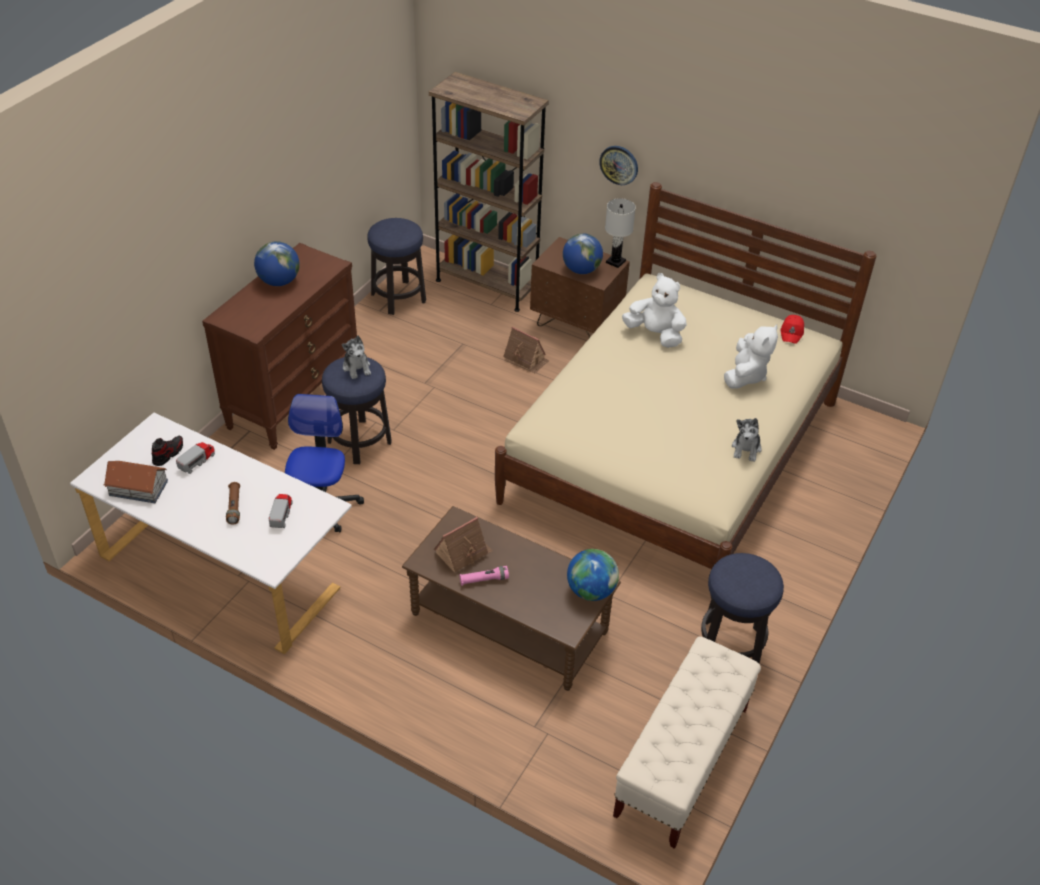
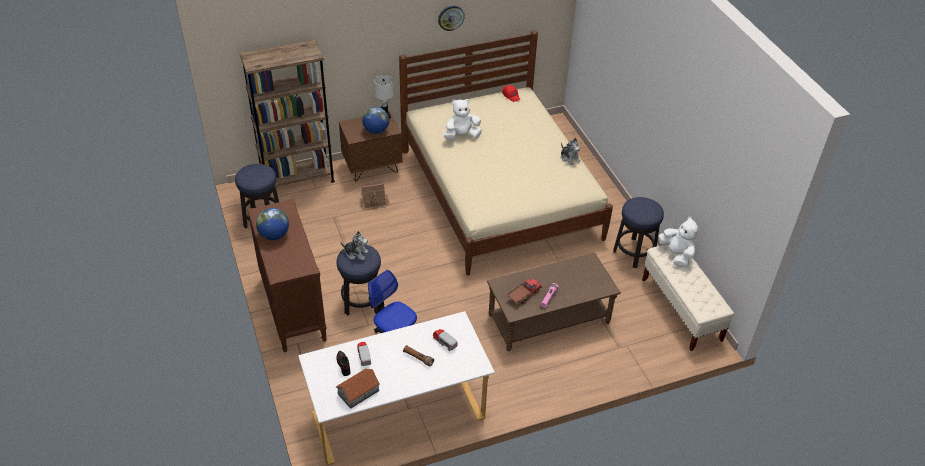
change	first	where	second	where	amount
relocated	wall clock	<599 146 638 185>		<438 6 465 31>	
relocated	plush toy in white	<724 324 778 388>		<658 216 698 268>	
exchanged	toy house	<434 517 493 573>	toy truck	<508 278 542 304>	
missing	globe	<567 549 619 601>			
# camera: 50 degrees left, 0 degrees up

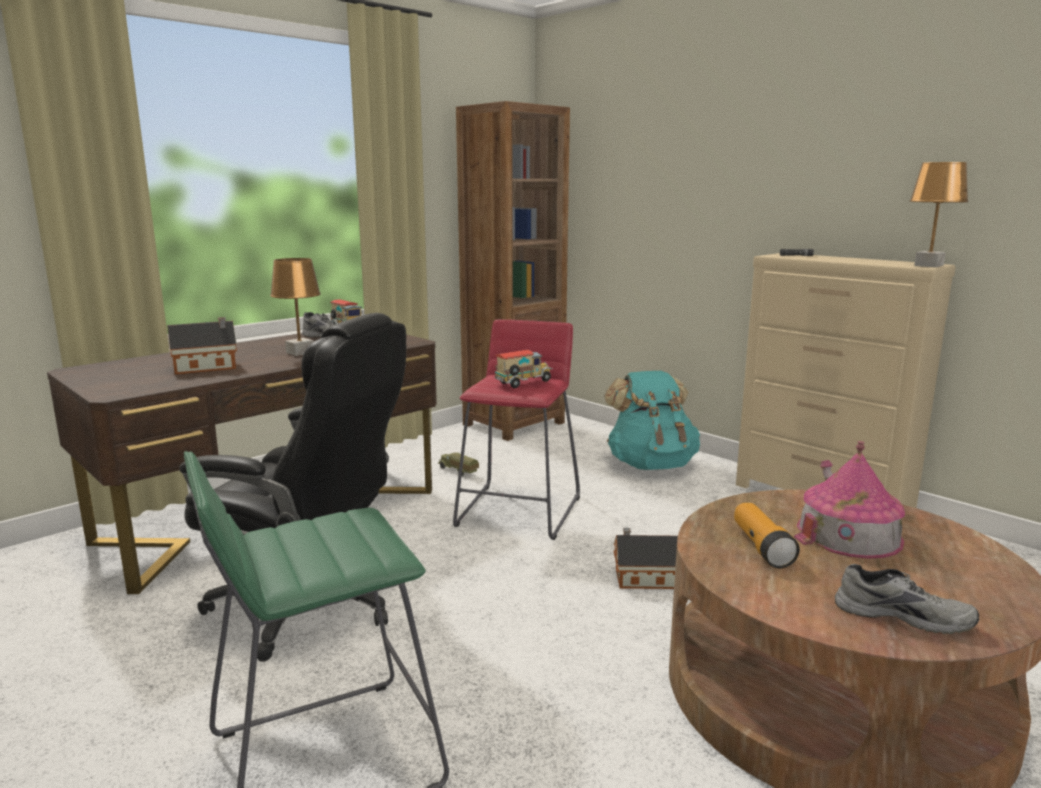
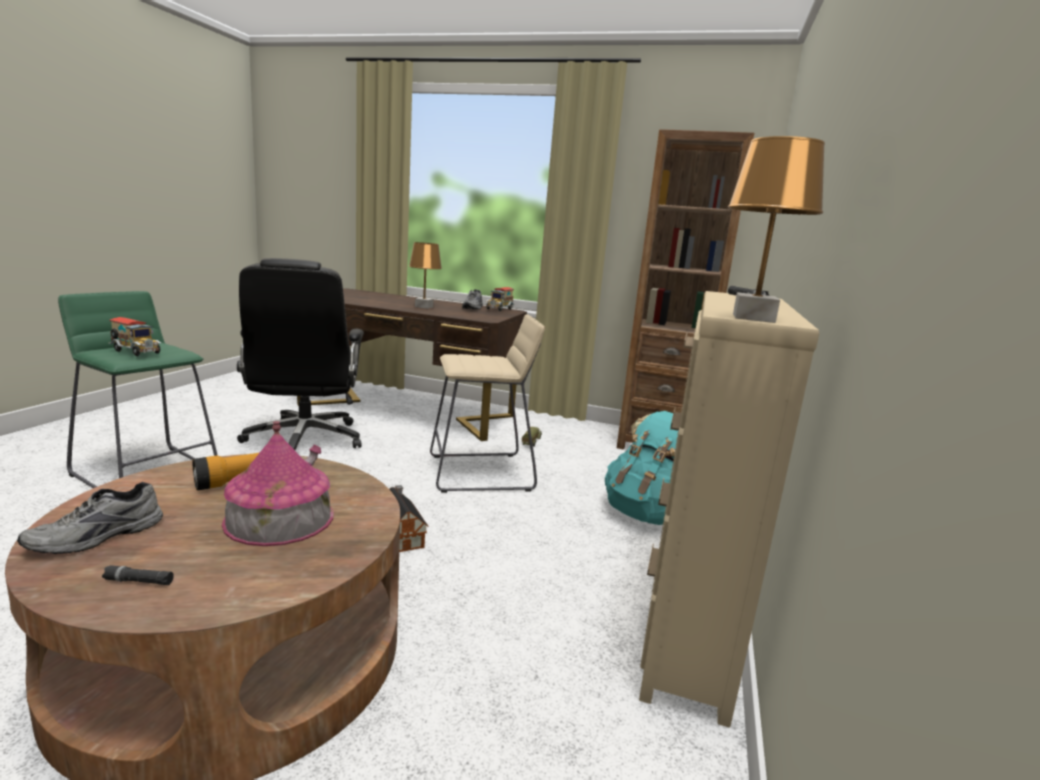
change	first	where	second	where	amount
missing	toy house	<167 317 237 374>			
colour	stool in red	<453 319 580 540>	stool in beige	<430 314 545 493>	
relocated	toy truck	<494 350 553 388>		<108 317 161 356>	
spun	shoe in grey	<835 564 979 634>		<17 482 163 554>	45 degrees clockwise
appeared			flashlight in black	<102 565 174 585>	
# camera: 60 degrees right, 0 degrees up

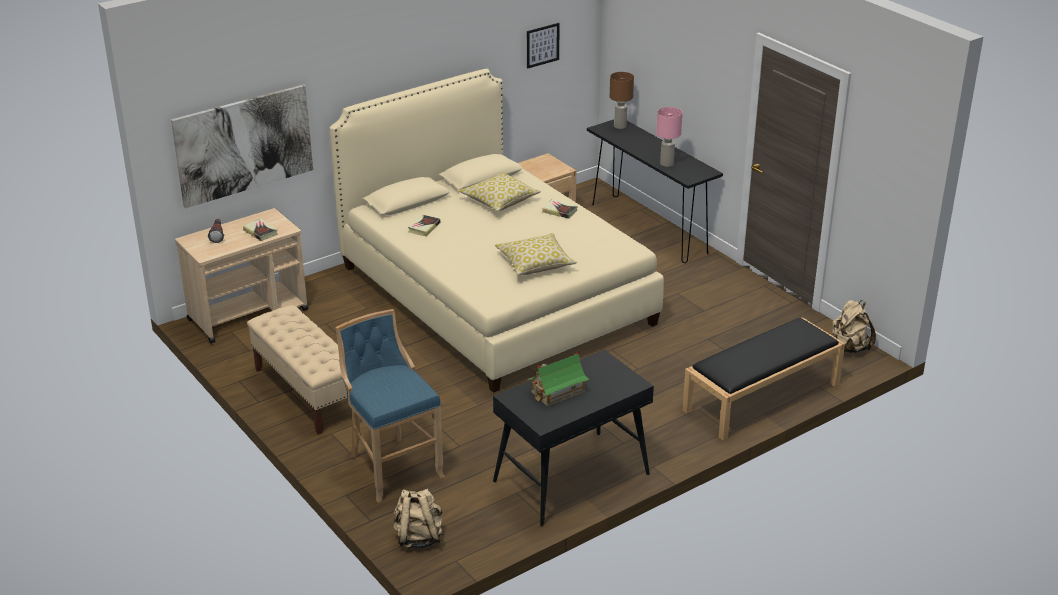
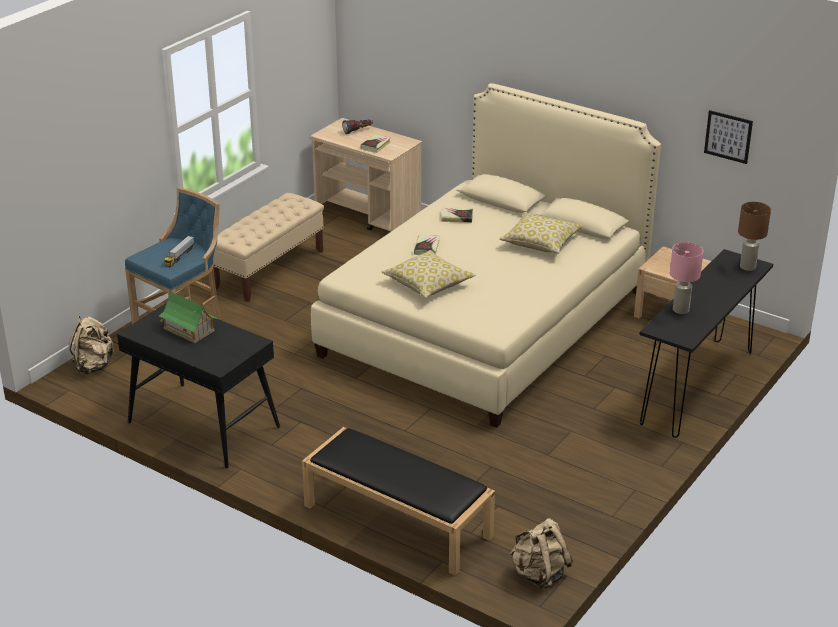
change	first	where	second	where	amount
missing	picture	<171 84 313 208>			
relocated	book	<542 199 578 219>		<414 235 440 255>	
appeared			toy truck	<164 236 194 267>	
# camera: 70 degrees right, 0 degrees up

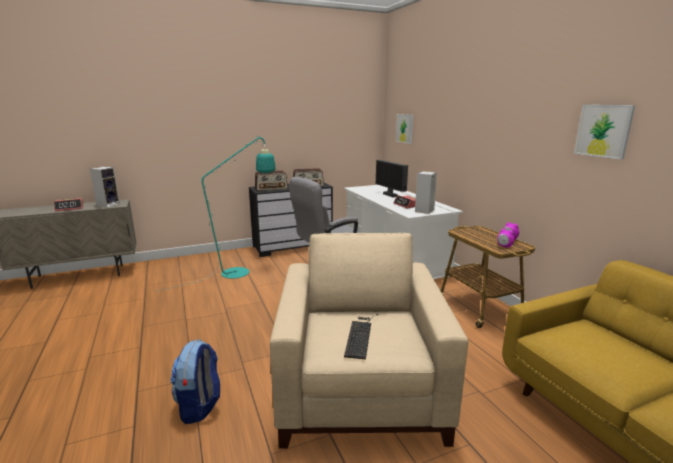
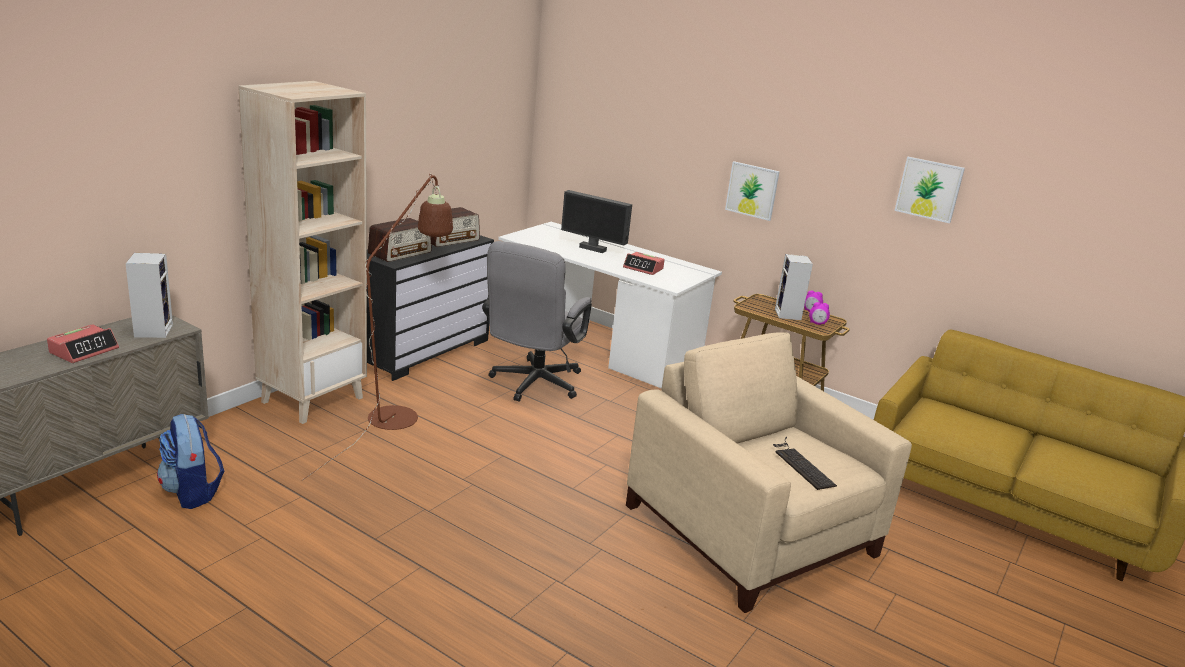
change	first	where	second	where	amount
relocated	picture	<396 114 413 144>		<725 161 780 221>	
colour	floor lamp in turquoise	<155 136 276 292>	floor lamp in brown	<302 173 453 481>	
relocated	speaker	<415 171 437 214>		<775 254 813 320>	
relocated	backpack	<171 339 220 424>		<157 414 224 509>	
appeared			bookcase in beige	<238 81 367 424>	
# camera: 35 degrees left, 5 degrees up

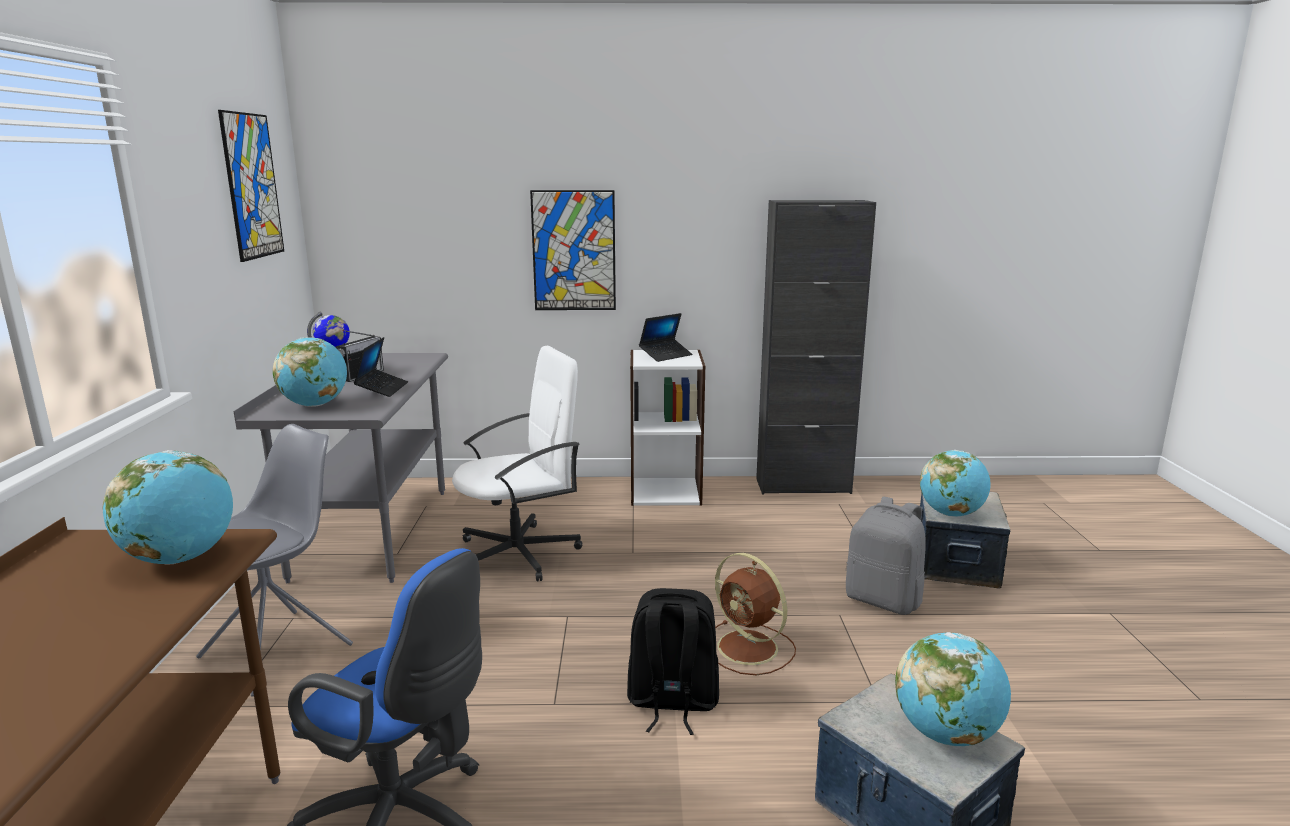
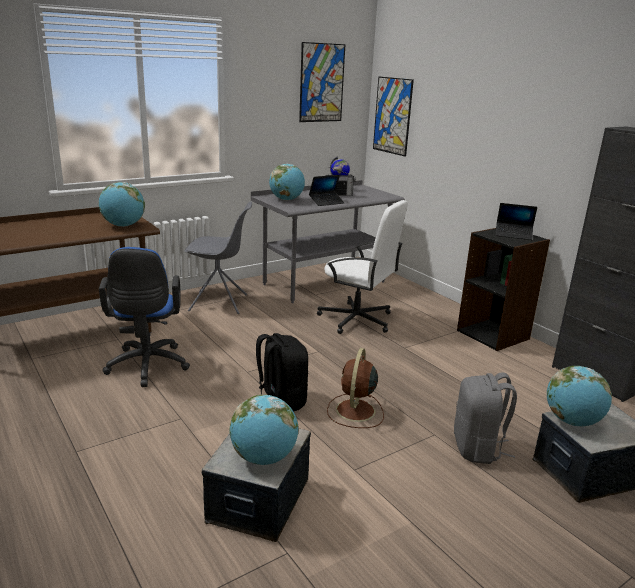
change	first	where	second	where	amount
relocated	picture	<530 190 616 310>		<373 76 414 157>	
colour	bookcase in white	<630 350 705 506>	bookcase in black	<457 228 550 351>	
# camera: 55 degrees right, 5 degrees up

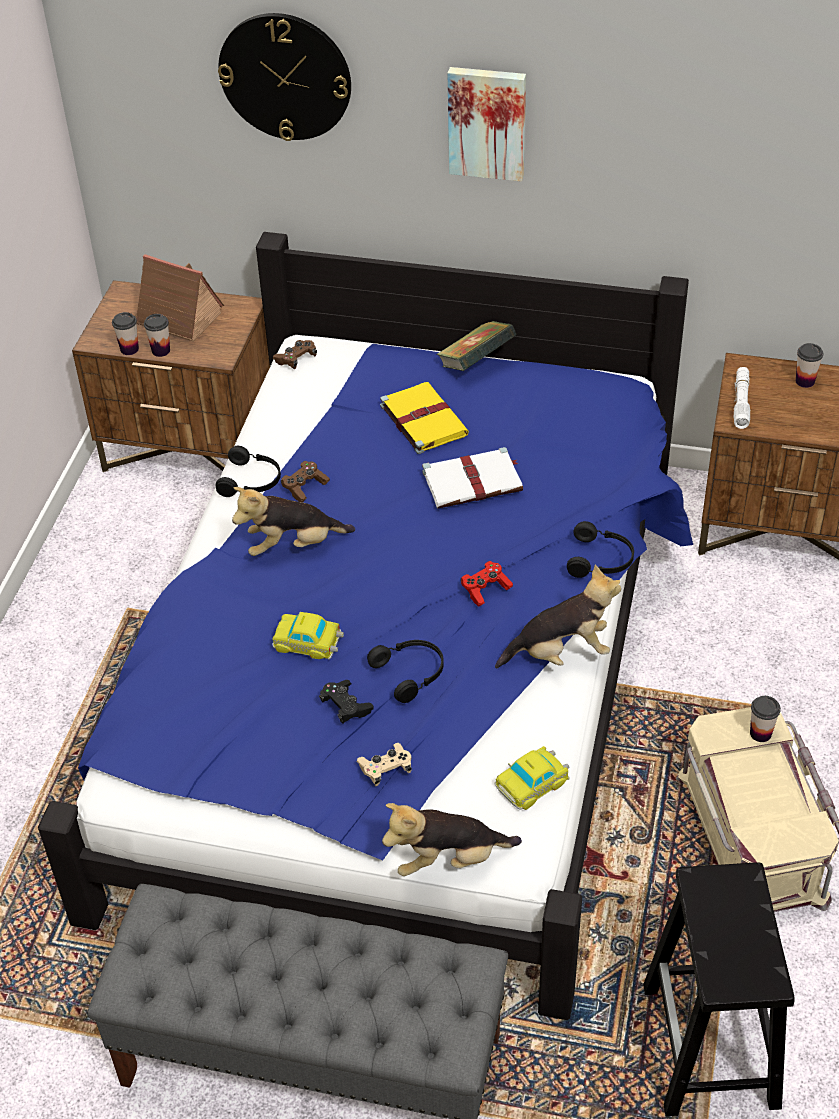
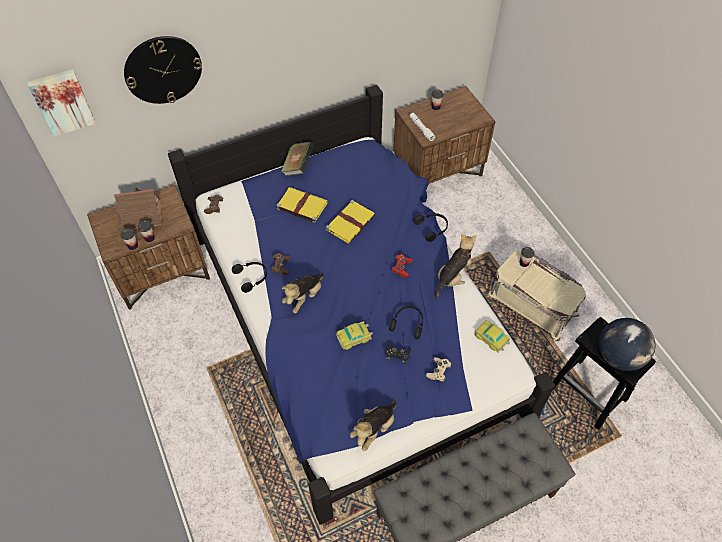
change	first	where	second	where	amount
relocated	picture	<448 67 526 182>		<27 69 96 137>	
colour	book in white	<422 447 523 508>	book in yellow	<326 200 375 244>	
spun	toy car	<494 746 570 810>		<474 320 510 353>	120 degrees clockwise
relocated	plush toy	<382 803 522 876>		<350 400 396 451>	
appeared			globe	<599 318 656 371>	
# camera: 40 degrees left, 10 degrees up

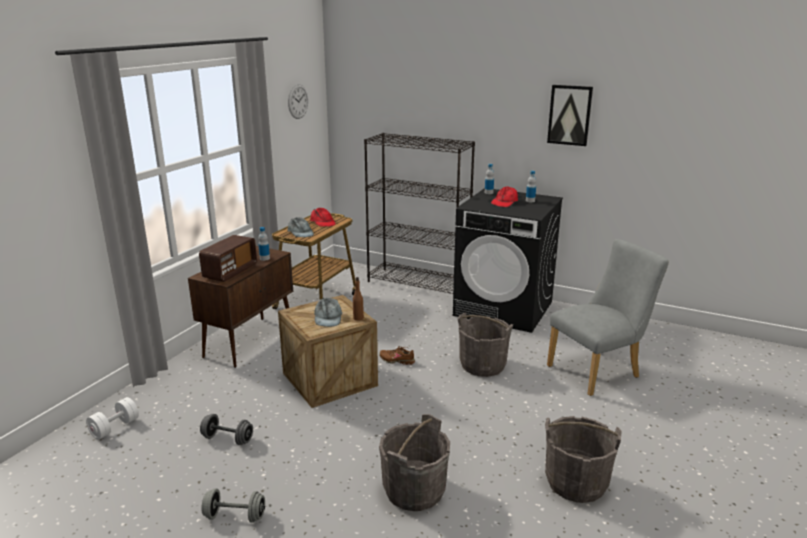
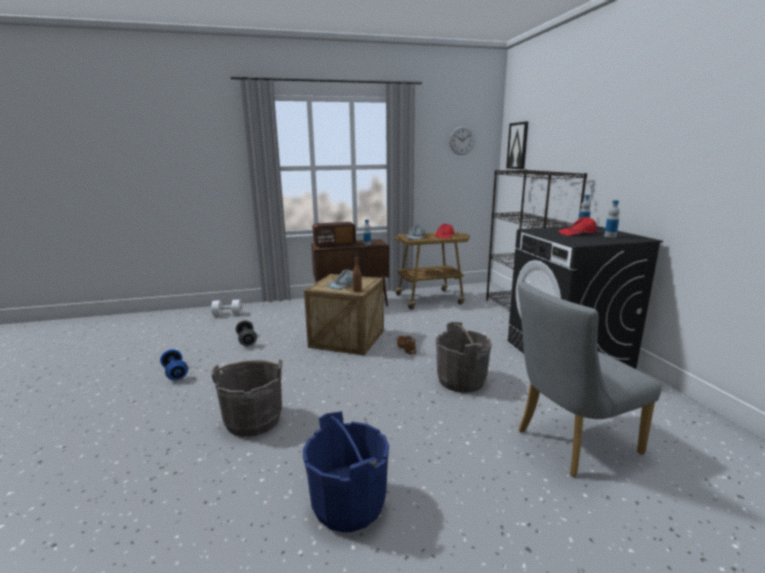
change	first	where	second	where	amount
relocated	picture	<547 85 593 146>		<506 122 528 169>	
spun	chair in grey	<547 239 669 396>		<518 282 662 477>	135 degrees clockwise
colour	bucket in grey	<545 416 622 503>	bucket in blue	<303 411 389 533>	
colour	dumbbell in grey	<201 489 265 523>	dumbbell in blue	<160 349 188 380>	
# camera: 50 degrees right, 5 degrees down

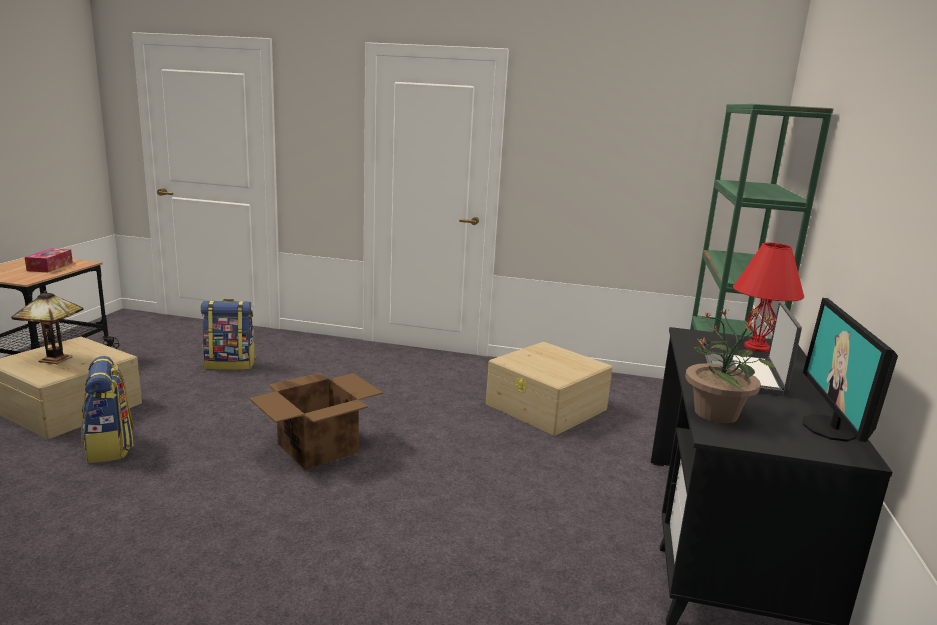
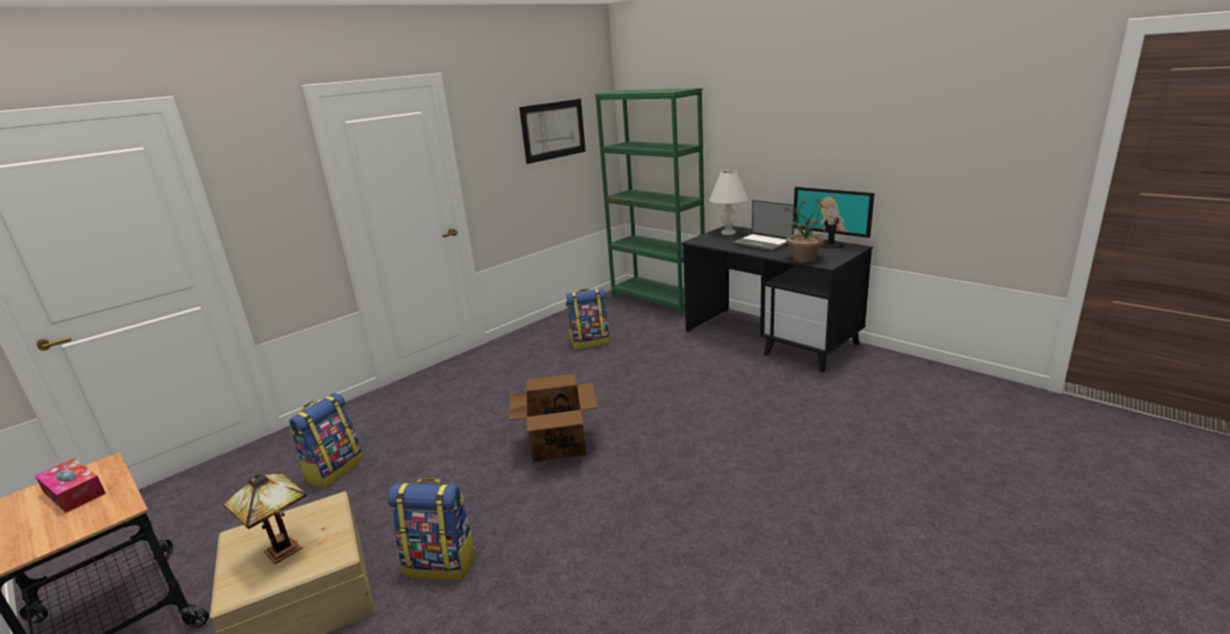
change	first	where	second	where	amount
colour	table lamp in red	<733 242 804 352>	table lamp in white	<709 170 748 235>	
exchanged	storage box in beige	<486 342 612 436>	backpack	<566 288 610 349>	
appeared			picture	<519 99 586 164>	
# camera: 55 degrees left, 5 degrees up

